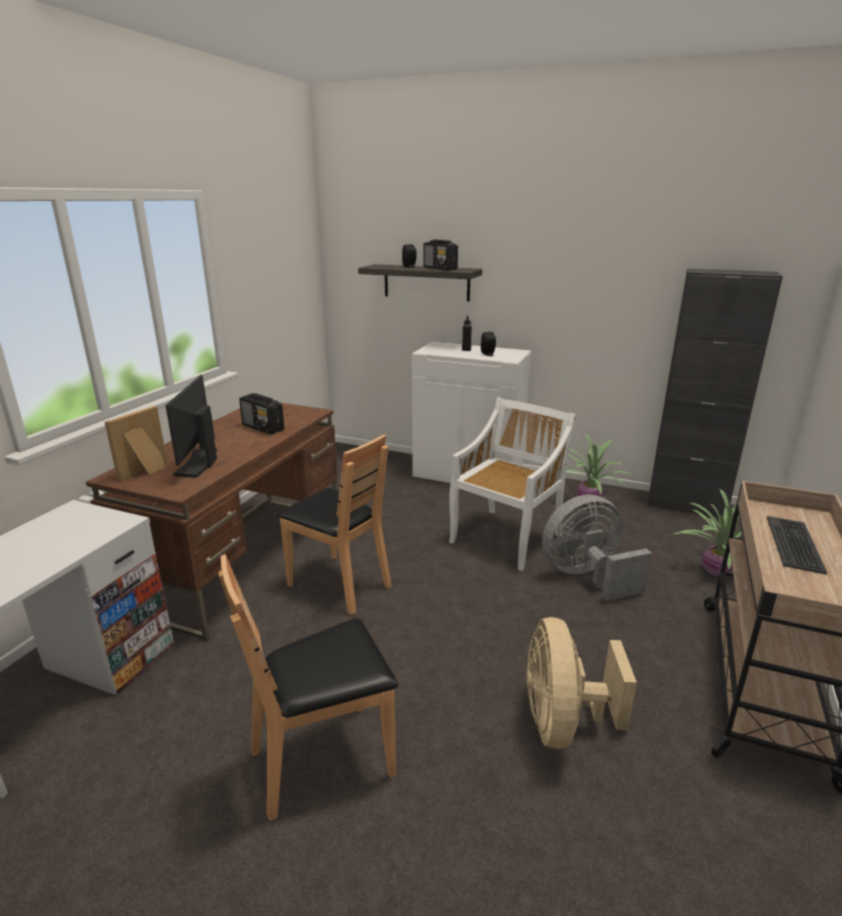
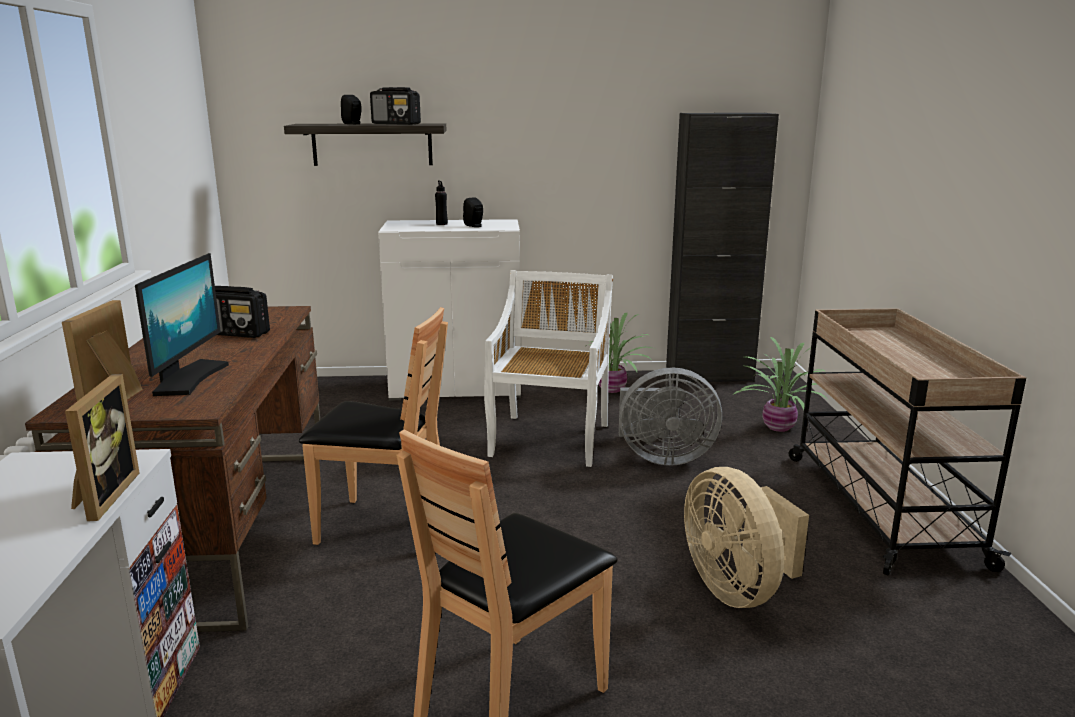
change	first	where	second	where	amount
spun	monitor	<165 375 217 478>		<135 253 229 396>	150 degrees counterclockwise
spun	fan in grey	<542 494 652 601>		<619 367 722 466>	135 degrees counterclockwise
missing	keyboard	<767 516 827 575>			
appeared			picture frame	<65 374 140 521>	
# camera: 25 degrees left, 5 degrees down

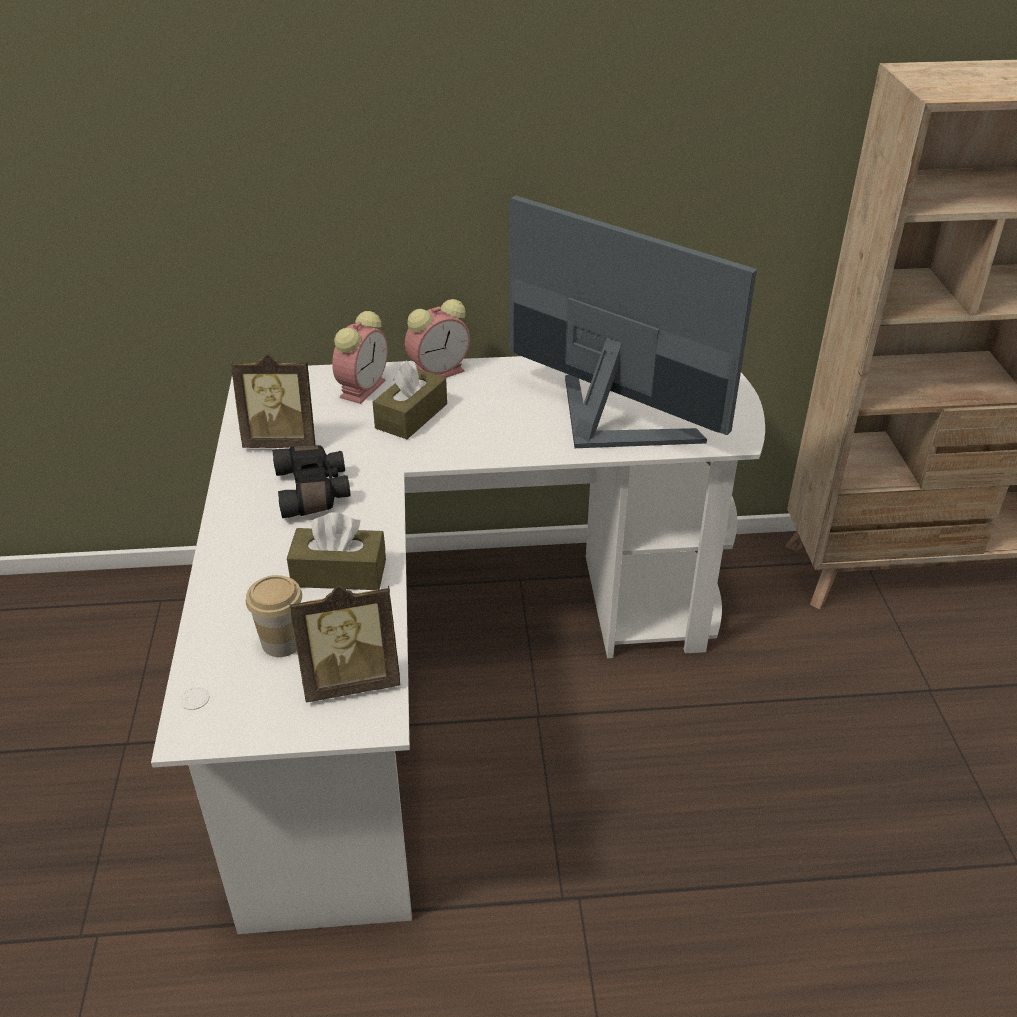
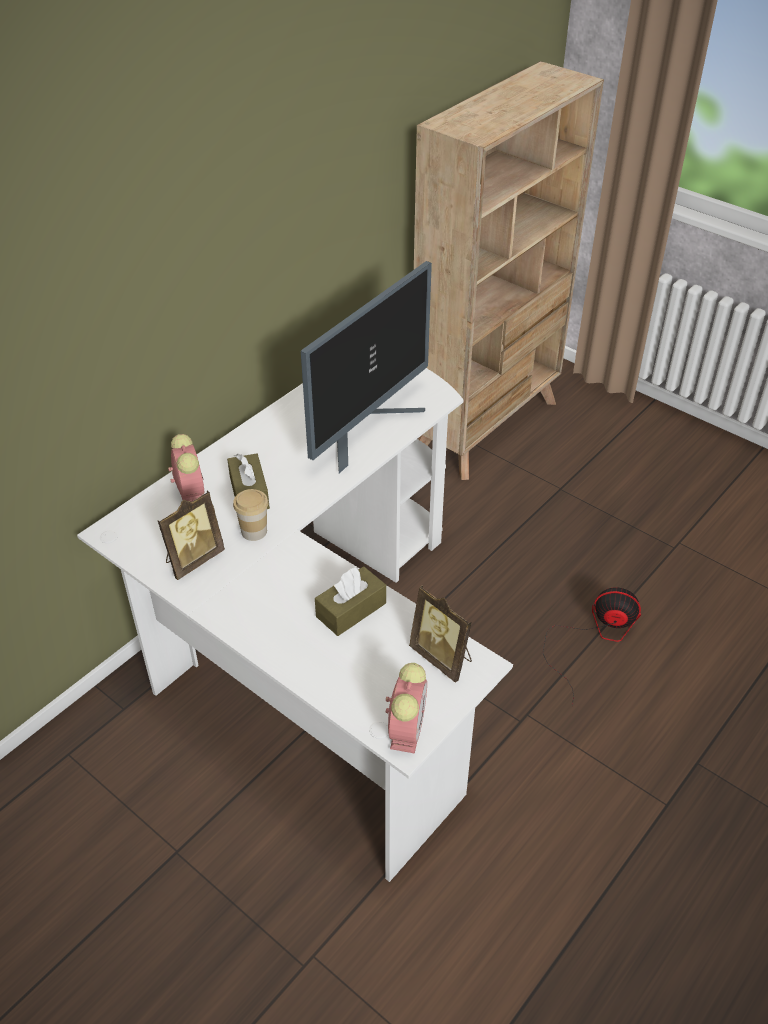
change	first	where	second	where	amount
spun	monitor	<509 195 757 448>		<301 261 432 473>	135 degrees clockwise
relocated	alarm clock	<405 299 470 378>		<386 663 427 754>	
missing	binoculars in black	<272 445 351 518>			
relocated	cup	<246 575 302 657>		<233 489 268 541>	
spun	picture frame	<289 585 400 703>		<409 585 472 683>	105 degrees clockwise
appeared			fan	<543 587 641 706>	
# camera: 45 degrees left, 5 degrees up

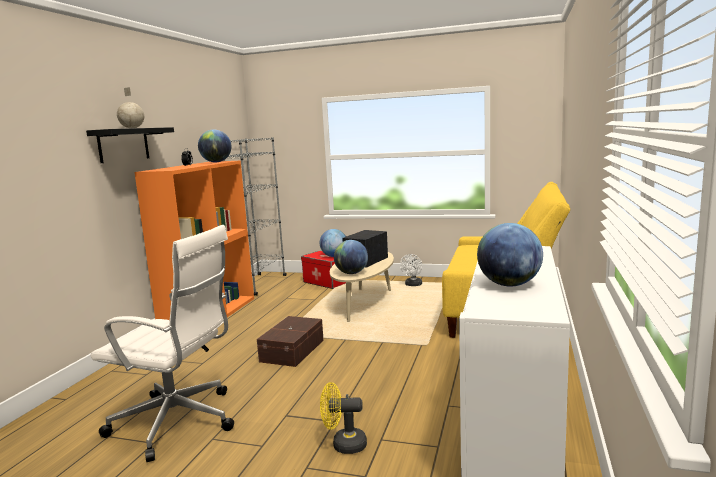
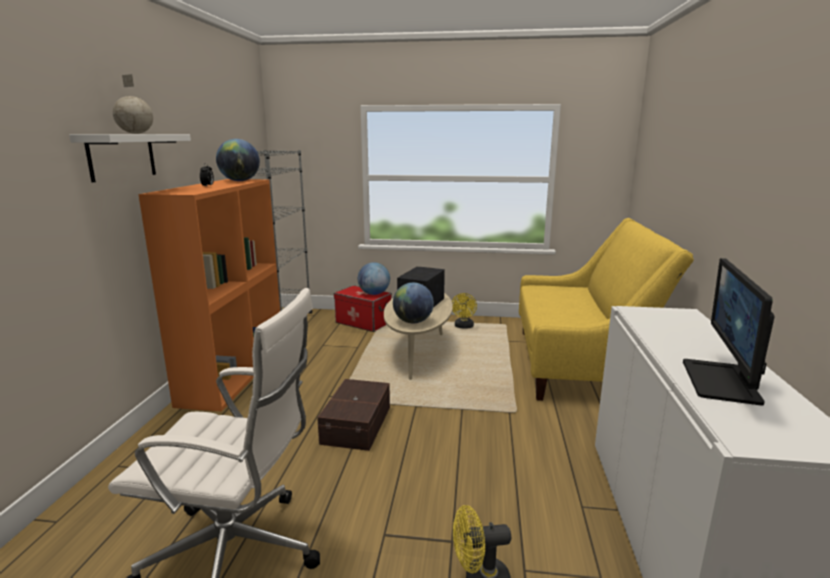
change	first	where	second	where	amount
colour	shelf in black	<86 127 174 163>	shelf in white	<69 134 191 182>	
exchanged	globe	<477 223 543 287>	monitor	<683 258 774 405>	
colour	fan in white	<400 254 422 286>	fan in yellow	<452 293 477 329>	
# camera: 10 degrees left, 5 degrees up

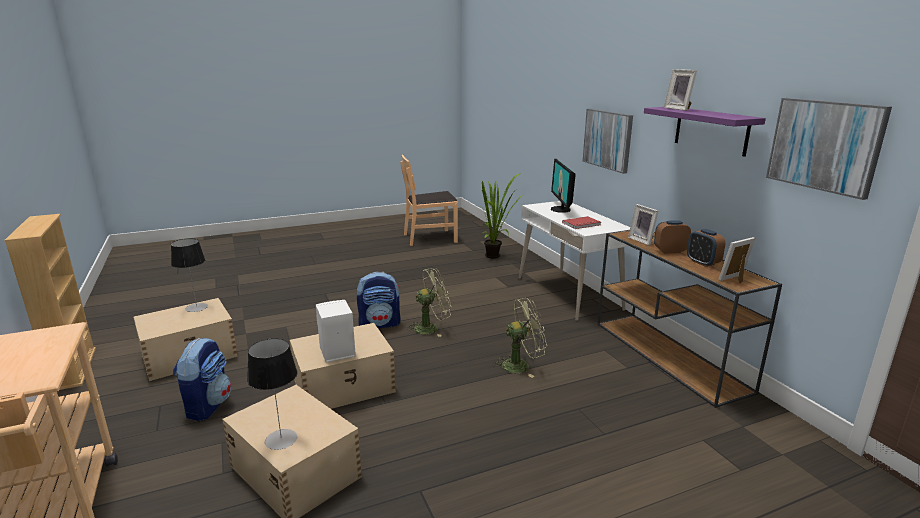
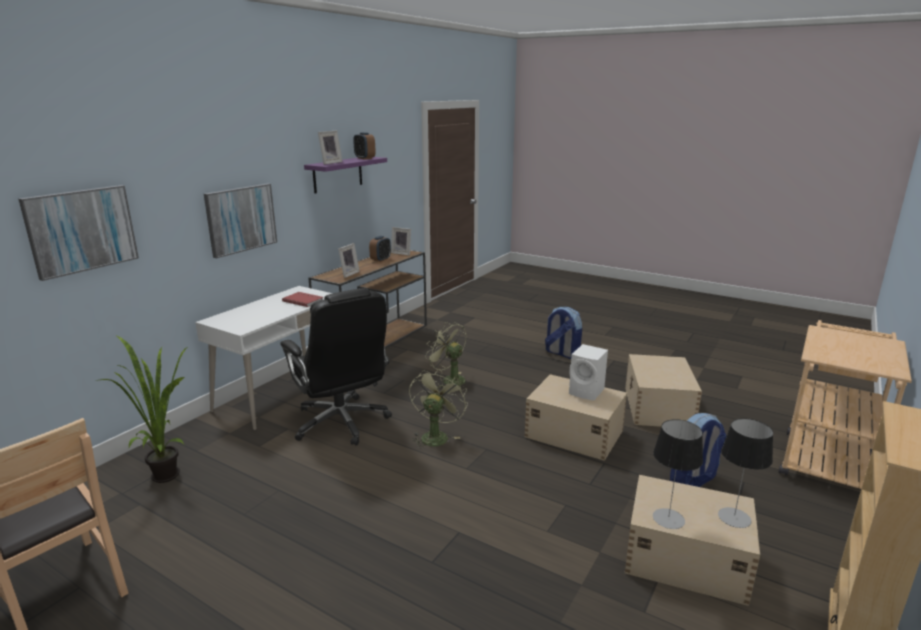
change	first	where	second	where	amount
relocated	picture	<766 98 892 200>		<19 185 139 281>	
missing	monitor	<551 159 576 213>			
relocated	alarm clock	<654 220 691 254>		<353 132 376 159>	
spun	fan in green	<406 268 451 337>		<409 368 468 449>	75 degrees clockwise
relocated	backpack	<357 272 401 328>		<545 307 582 359>	
relocated	table lamp	<247 338 298 450>		<718 418 773 528>	
appeared			office chair in black	<280 288 392 446>	
# camera: 125 degrees left, 0 degrees up

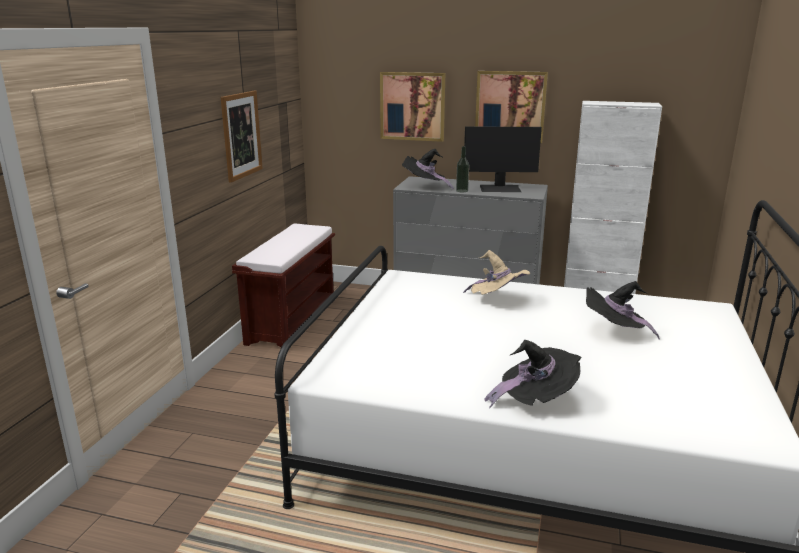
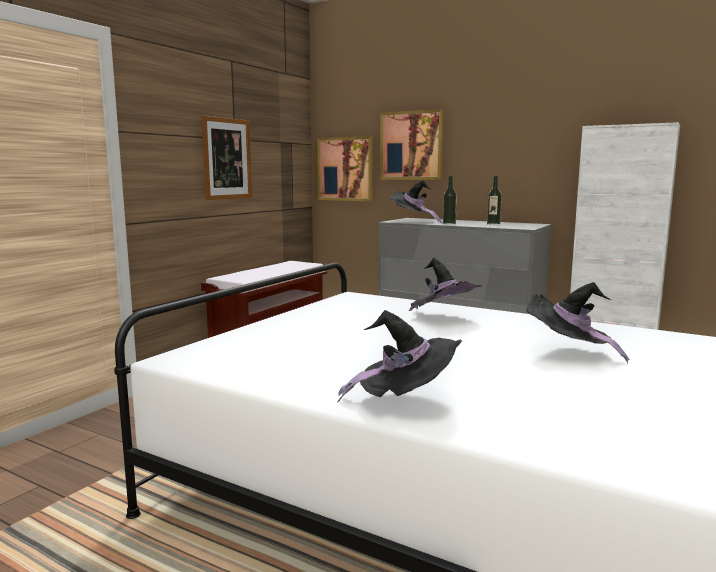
change	first	where	second	where	amount
relocated	picture	<475 71 548 143>		<318 136 373 201>	
exchanged	monitor	<464 126 542 192>	bottle	<487 176 502 225>	
colour	hat in beige	<463 250 530 295>	hat in black	<409 258 481 311>	
# camera: 15 degrees right, 10 degrees down

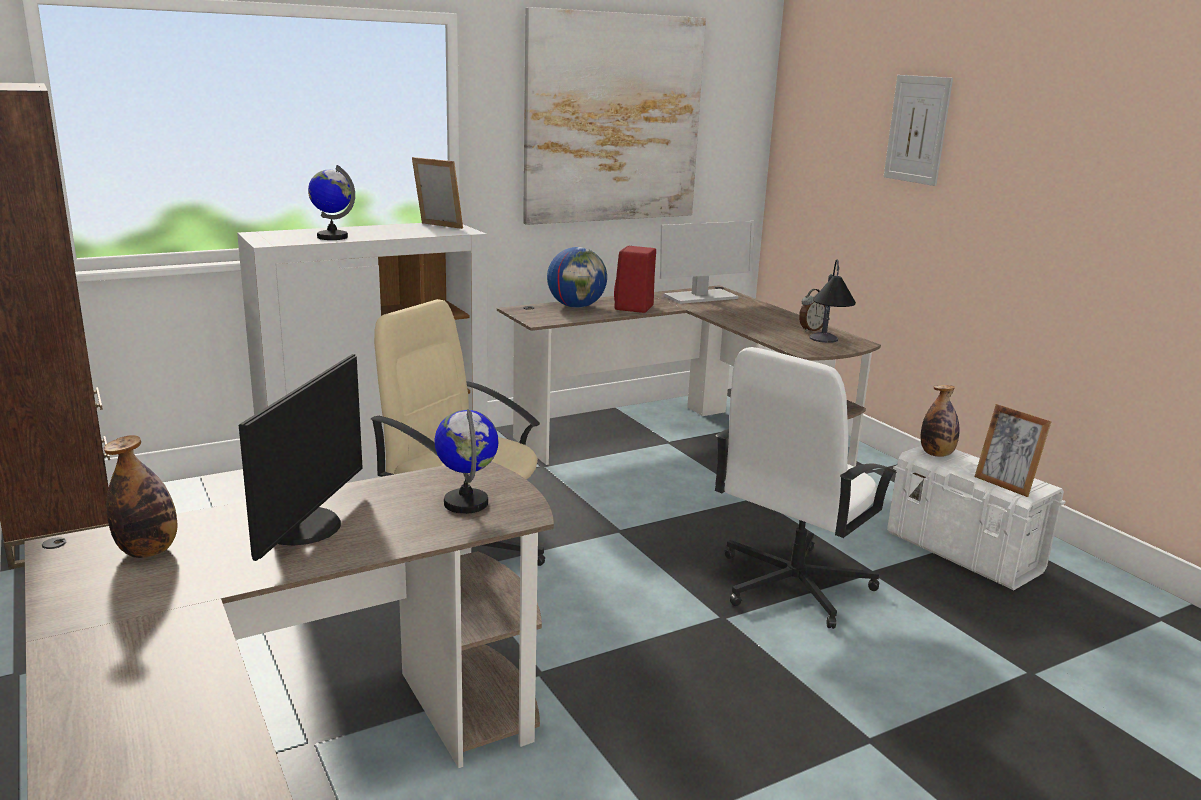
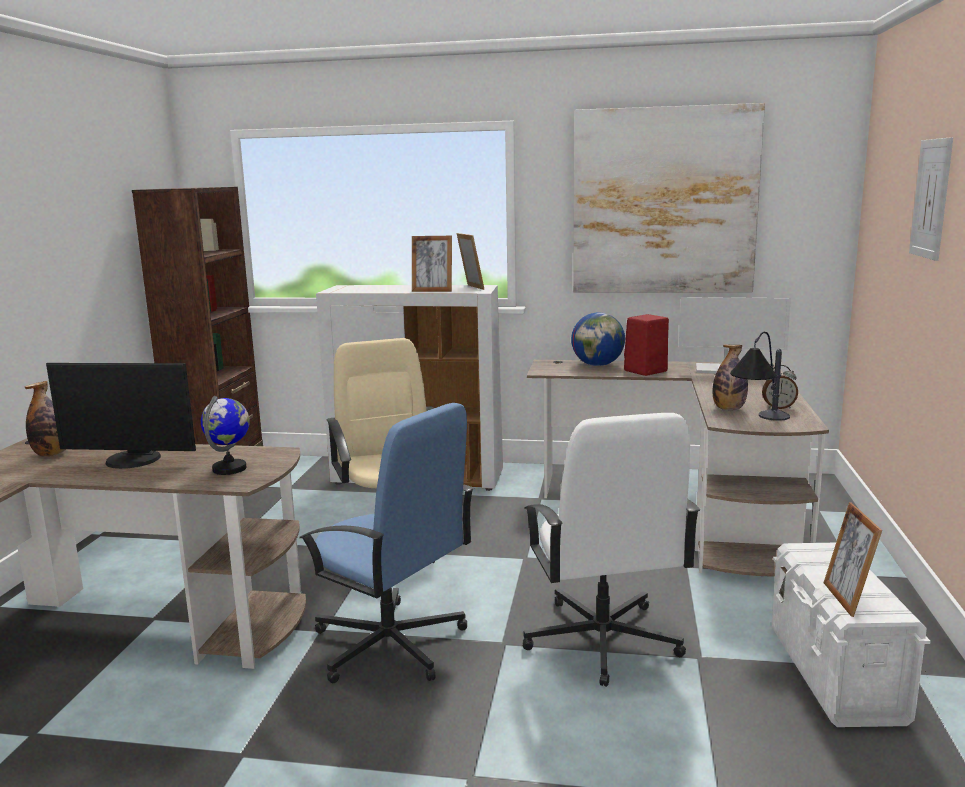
change	first	where	second	where	amount
missing	globe	<308 165 355 240>			
spun	office chair in white	<715 347 897 629>		<523 413 700 687>	90 degrees counterclockwise
spun	monitor	<239 354 363 561>		<46 363 196 469>	45 degrees clockwise
relocated	bottle	<921 385 960 457>		<712 345 748 410>	
appeared			picture frame	<412 236 452 292>	
appeared			office chair in blue	<299 403 474 683>	
# camera: 40 degrees right, 5 degrees down

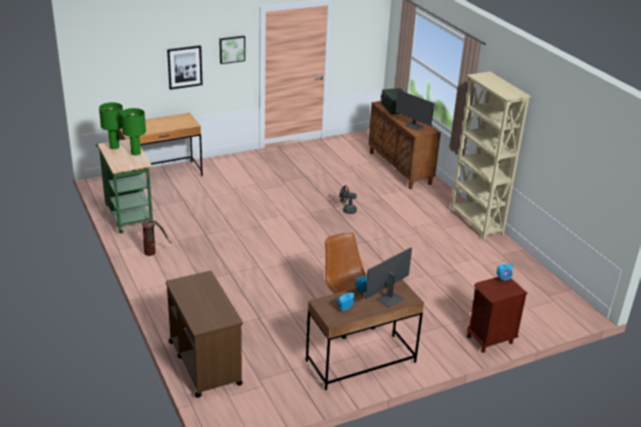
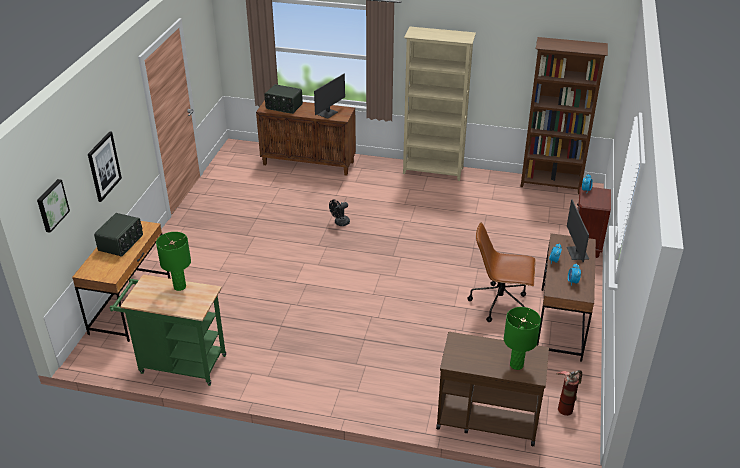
change	first	where	second	where	amount
relocated	picture	<219 36 245 64>		<37 179 70 233>	
spun	monitor	<395 90 434 131>		<314 74 345 119>	45 degrees counterclockwise
relocated	table lamp in green	<99 102 123 149>		<504 307 541 370>	
relocated	fire extinguisher	<141 216 172 256>		<556 370 582 416>	
appeared			bookcase in brown	<521 37 608 194>	
appeared			radio	<94 213 143 257>	
# camera: 50 degrees left, 5 degrees up

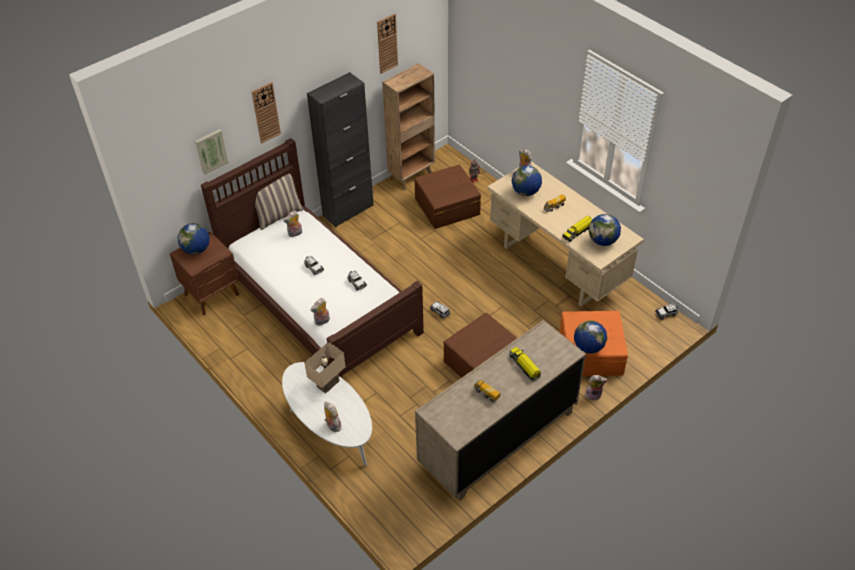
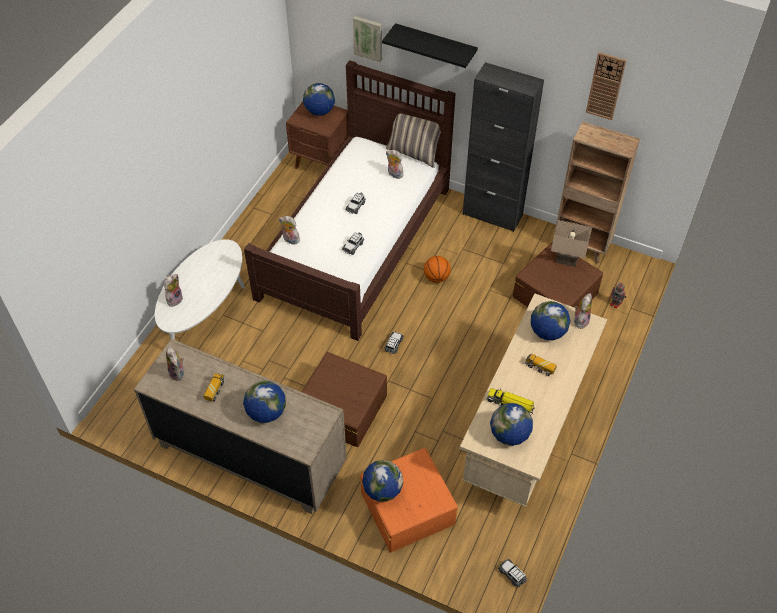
change	first	where	second	where	amount
exchanged	wall clock	<251 82 281 143>	shelf in black	<382 23 478 68>	
relocated	table lamp in beige	<304 342 346 394>		<551 220 592 267>	
exchanged	toy truck	<509 347 541 381>	globe	<243 381 286 423>	
relocated	plush toy	<585 375 607 401>		<166 347 184 381>	
appeared			basketball	<424 256 451 283>	
# camera: 65 degrees right, 5 degrees up

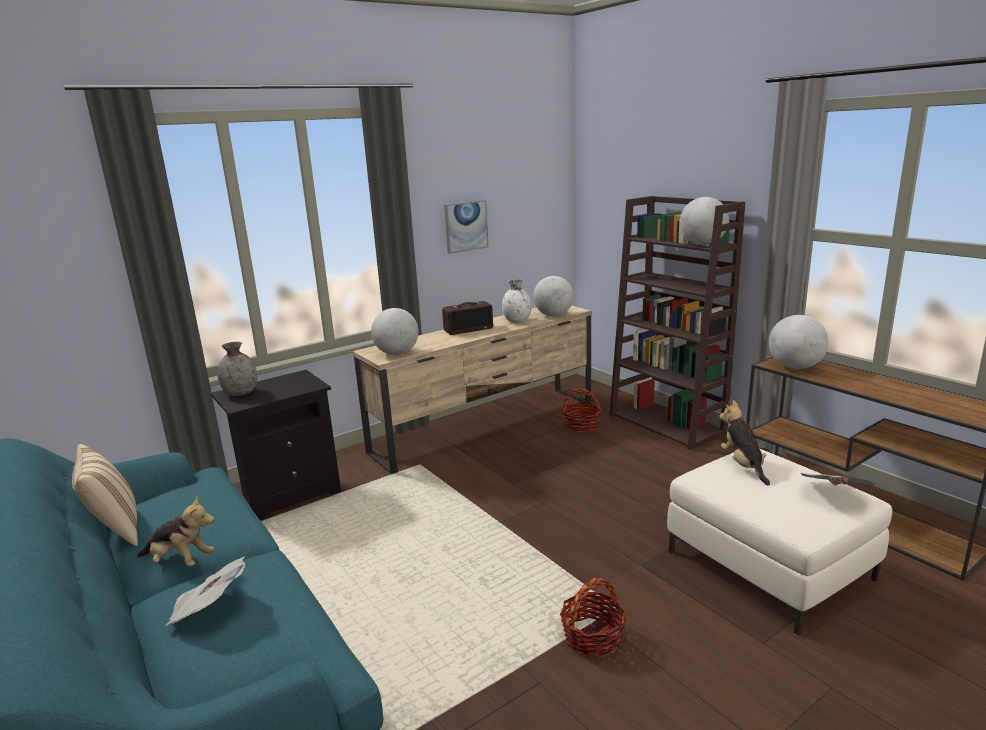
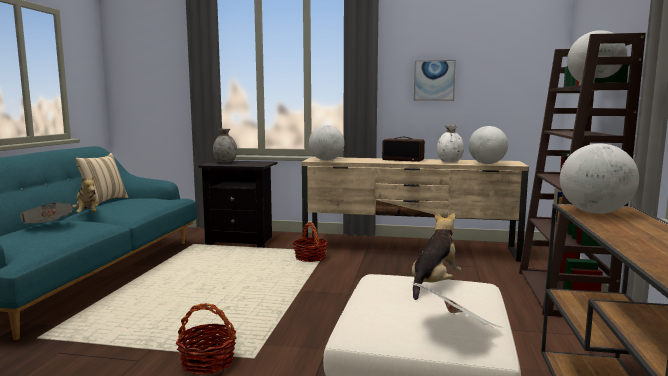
change	first	where	second	where	amount
relocated	basket	<562 388 601 433>		<293 222 328 262>	
# camera: 45 degrees right, 10 degrees down

